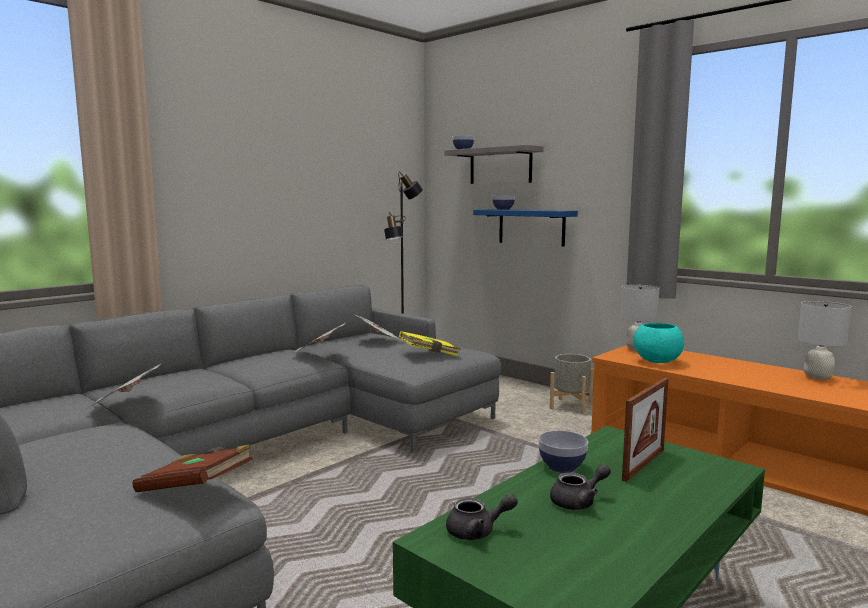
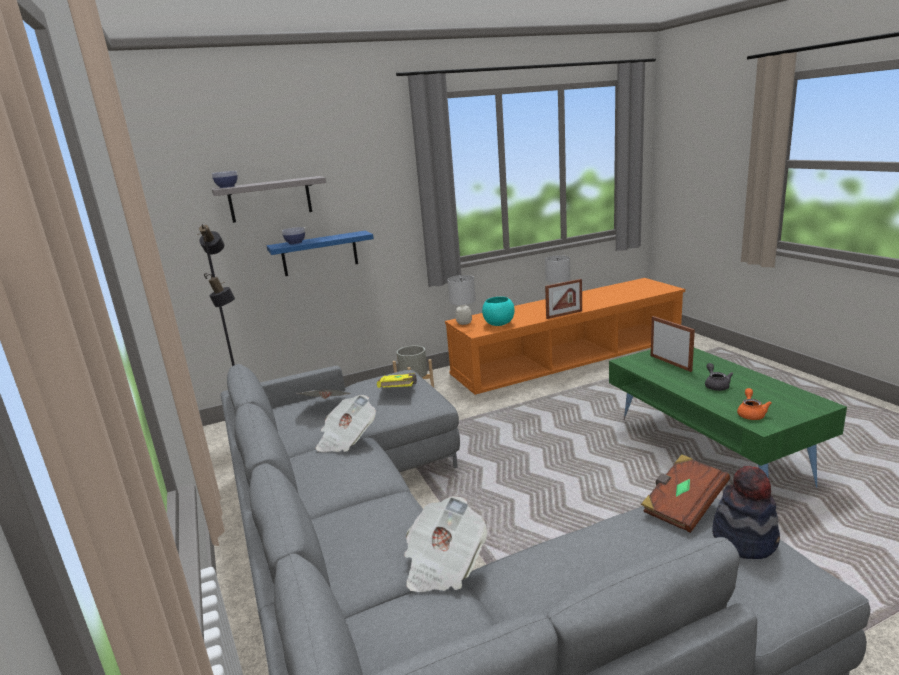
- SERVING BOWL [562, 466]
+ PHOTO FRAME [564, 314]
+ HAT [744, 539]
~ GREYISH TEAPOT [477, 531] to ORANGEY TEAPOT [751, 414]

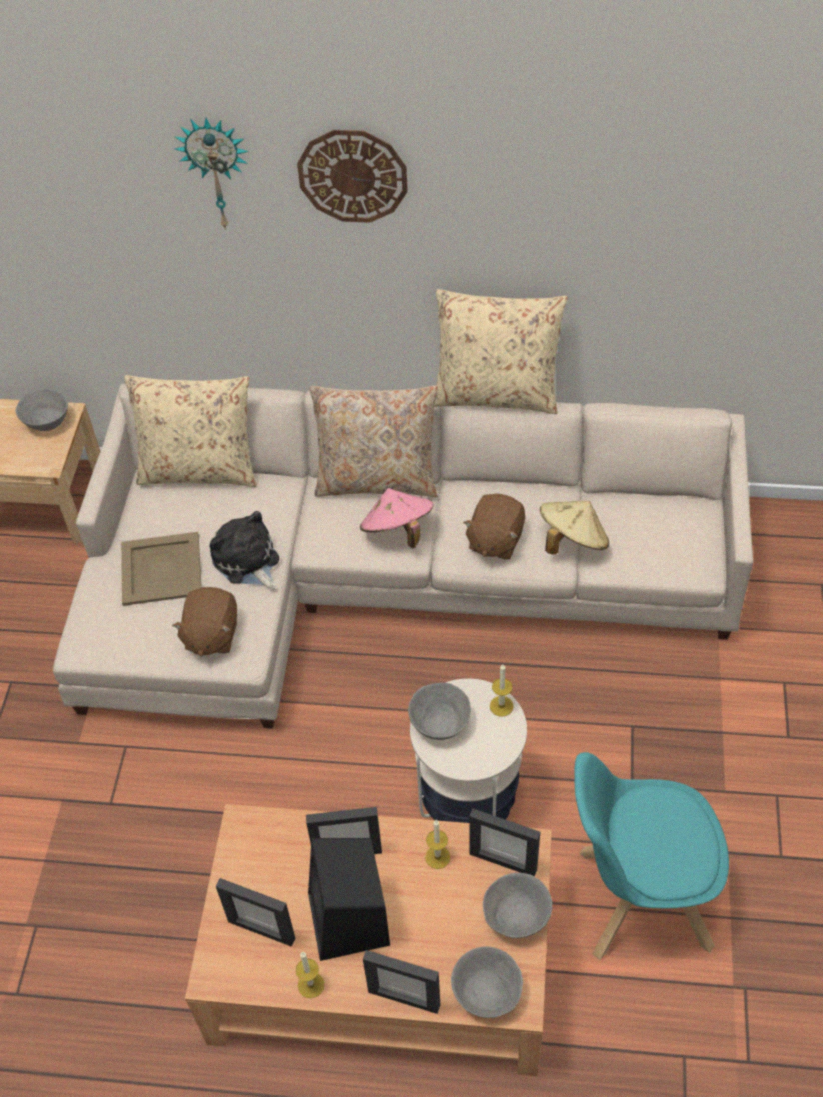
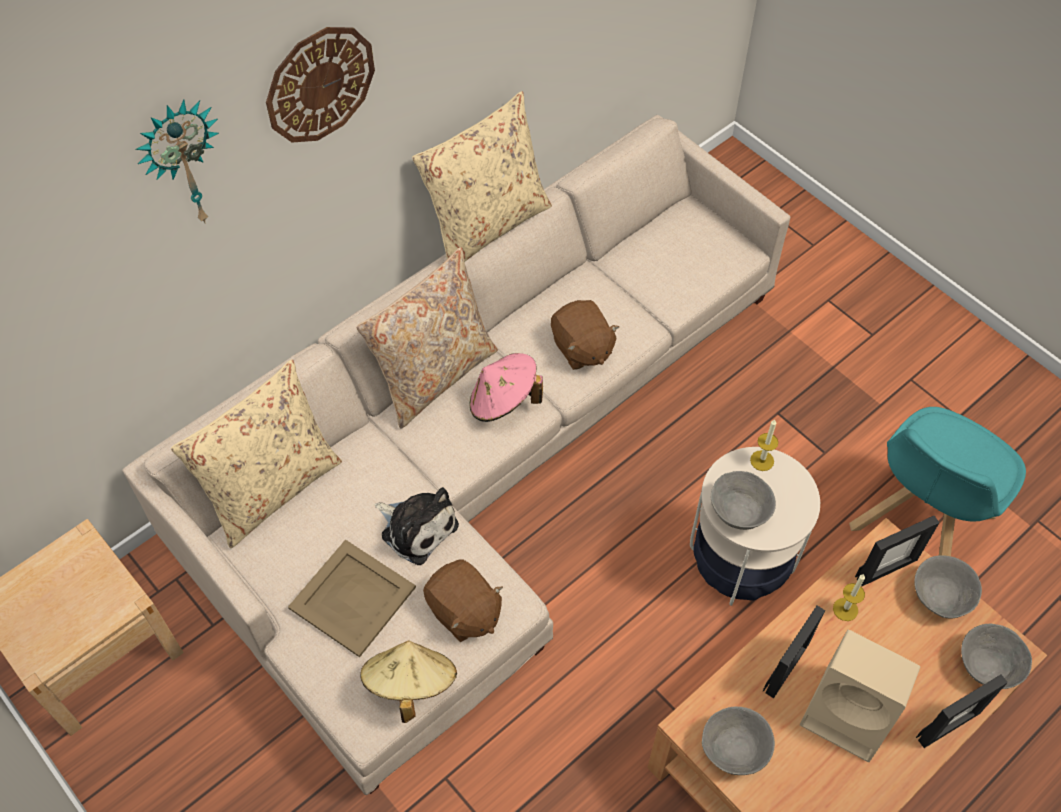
- PHOTO FRAME [262, 928]
- WAX CANDLE [311, 985]
~ GREYISH SERVING BOWL [47, 421] to [735, 748]
~ BEIGE HAT [572, 541] to [410, 685]
~ BLACK AUDIO SPEAKER [350, 921] to BEIGE AUDIO SPEAKER [850, 714]
~ SOFT TOY [247, 561] = [416, 527] 150 degrees counterclockwise

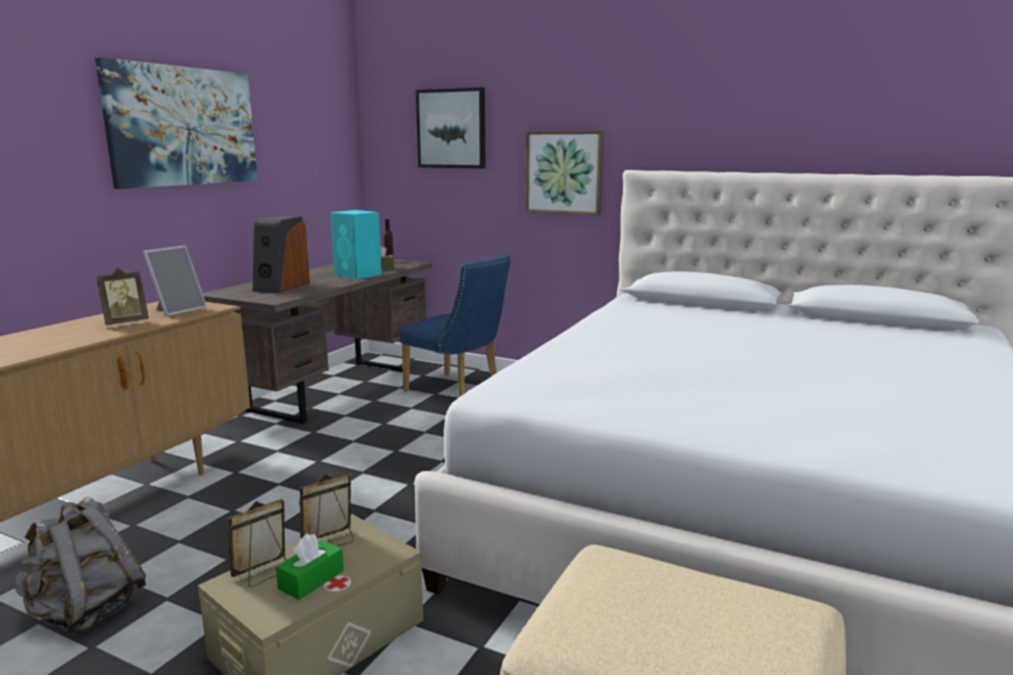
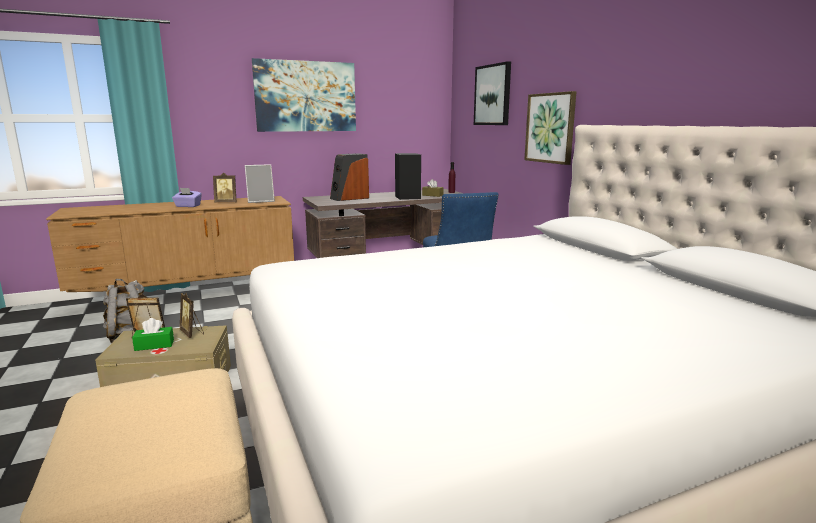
+ PURPLE BOX OF TISSUES [188, 206]
~ TURQUOISE-COLOURED AUDIO SPEAKER [358, 275] to BLACK AUDIO SPEAKER [408, 197]
~ PHOTO FRAME [330, 542] = [192, 333] 135 degrees counterclockwise

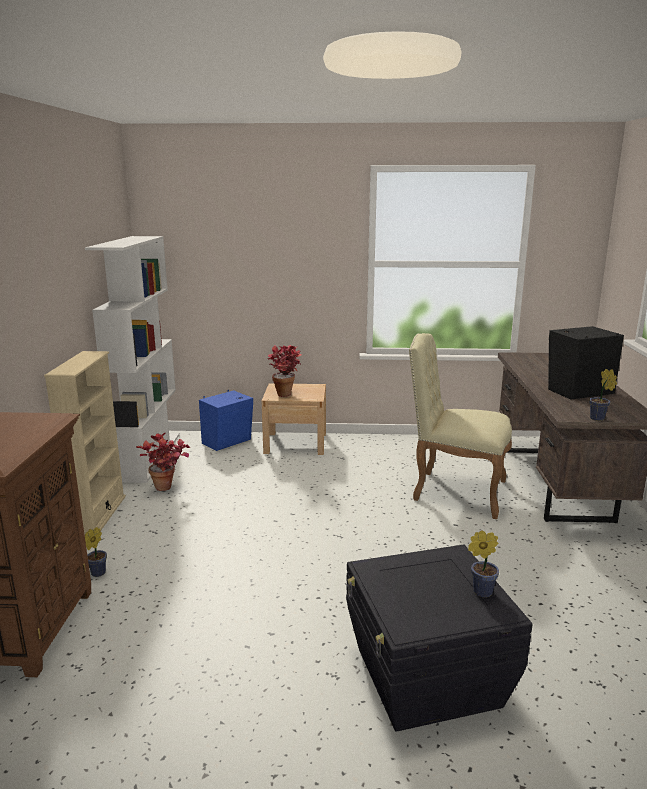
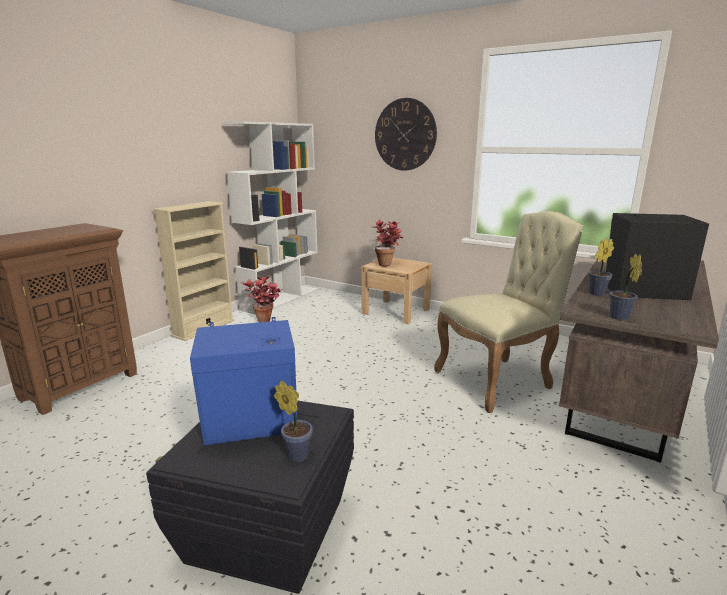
+ CLOCK ON THE WALL [405, 135]
~ PLANT IN A POT [96, 574] to [595, 294]
~ BLUE-COLOURED AUDIO SPEAKER [228, 442] to [253, 426]
~ BEIGE CHAIR [457, 491] = [496, 381] 105 degrees clockwise

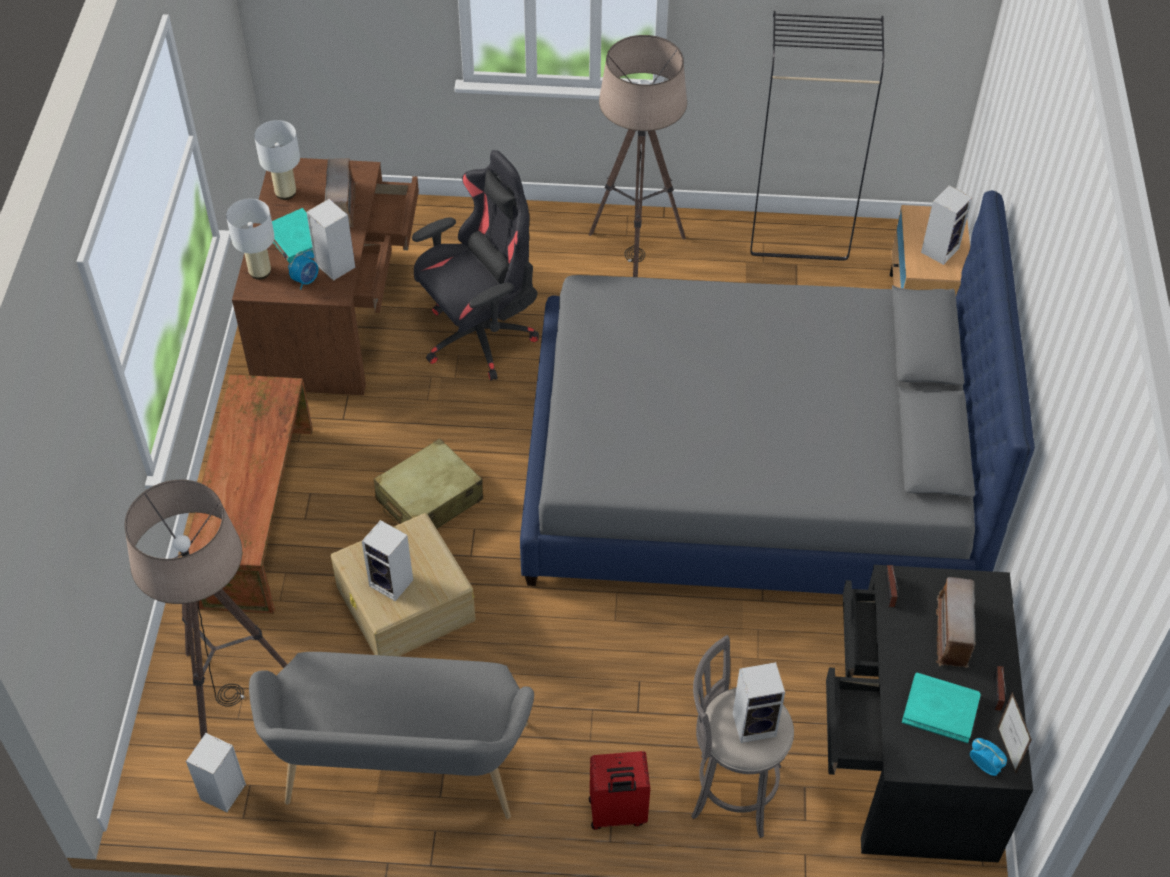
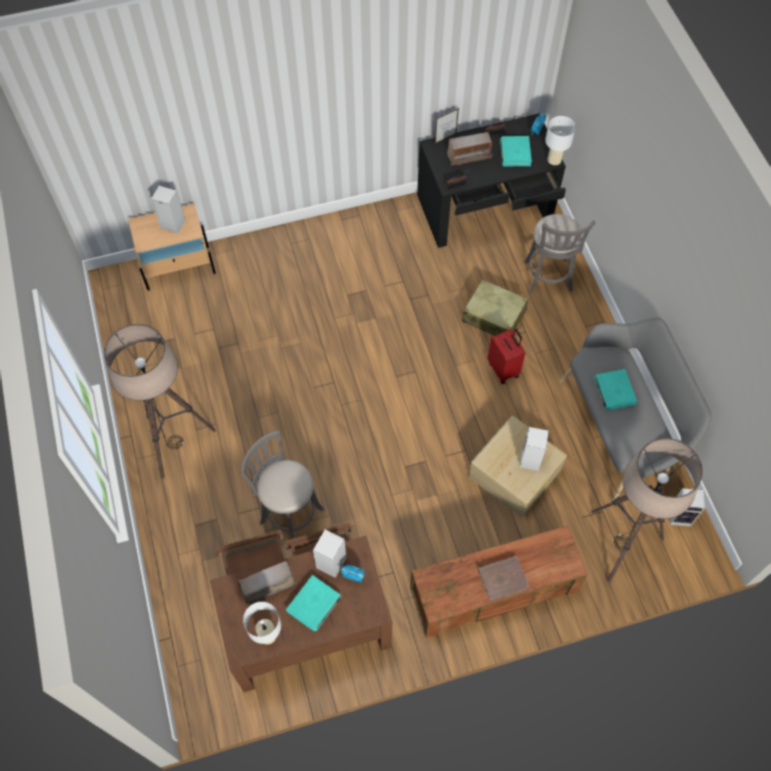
- GREYISH BEDROOM BED [751, 474]
- AUDIO SPEAKER [755, 723]
- BLACK CLOTHES RACK [799, 238]
+ BROWN-COLOURED BOOK [502, 578]
+ TURQUOISE-COLOURED BOOK [614, 391]
~ WHITISH LAMP FOR A TABLE [260, 272] to [554, 161]
~ BEIGE PIECE OF LUGGAGE [429, 500] to [494, 316]
~ RED-COLOURED PIECE OF LUGGAGE [617, 813] to [504, 369]
~ PHOTO FRAME [1006, 750] to [445, 138]
~ BLACK OFFICE CHAIR [478, 338] to GREYISH STOOL SEAT [289, 514]

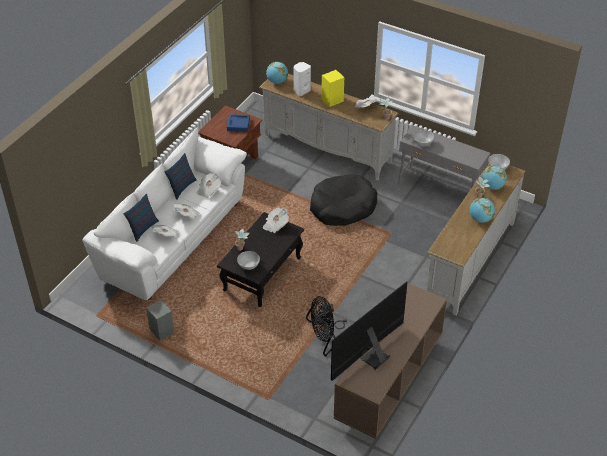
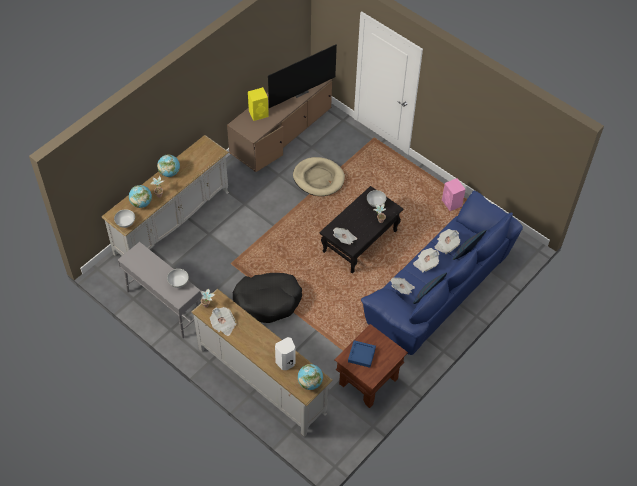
~ YELLOWISH AUDIO SPEAKER [332, 100] to [259, 113]
~ BLACK COOLING FAN [325, 335] to BEIGE DOG BED [318, 178]
~ WHITISH SOFA [173, 239] to BLUE-COLOURED SOFA [437, 292]
~ GREYISH AUDIO SPEAKER [161, 331] to PINK AUDIO SPEAKER [452, 204]

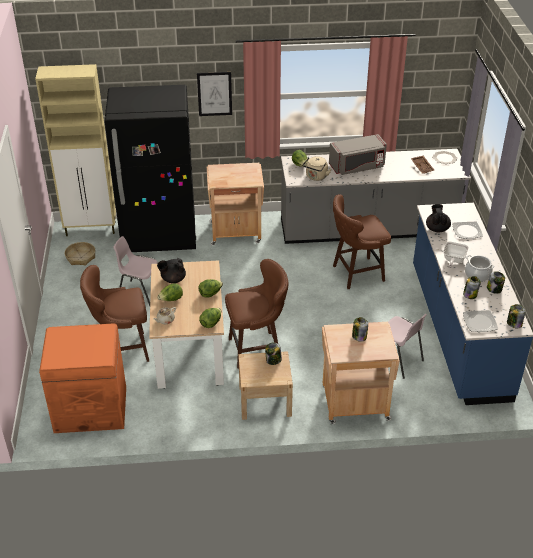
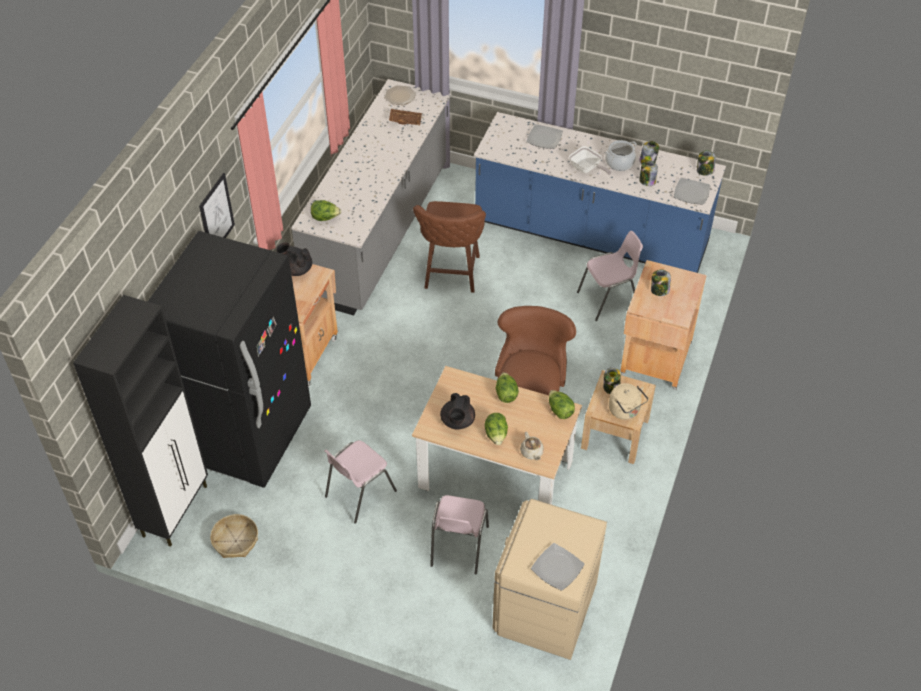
- GREYISH MICROWAVE OVEN [357, 167]
+ DINNER PLATE [558, 568]
~ BEIGE WATER KETTLE [316, 177] to [625, 411]
~ BLACK TEAPOT [437, 229] to [296, 269]
~ BROWN-COLOURED STOOL SEAT [121, 350] to PINK CHAIR [458, 546]
~ BEIGE CUPBOARD [91, 229] to BLACK CUPBOARD [176, 510]
~ ORANGEY LAUNDRY MACHINE [90, 406] to BEIGE LAUNDRY MACHINE [543, 608]

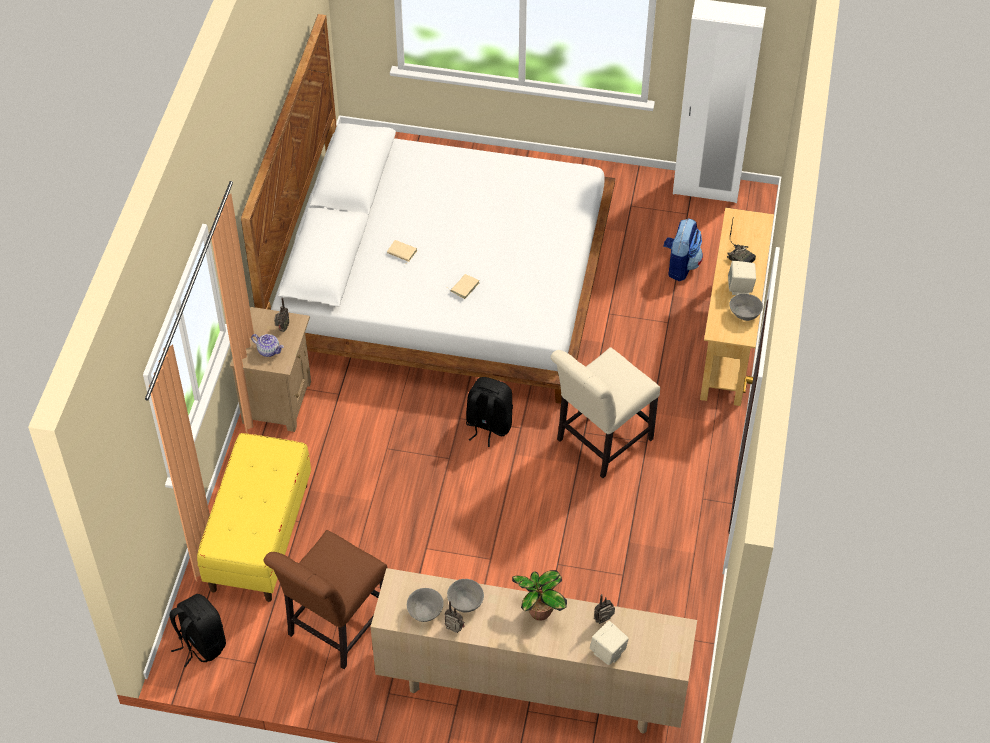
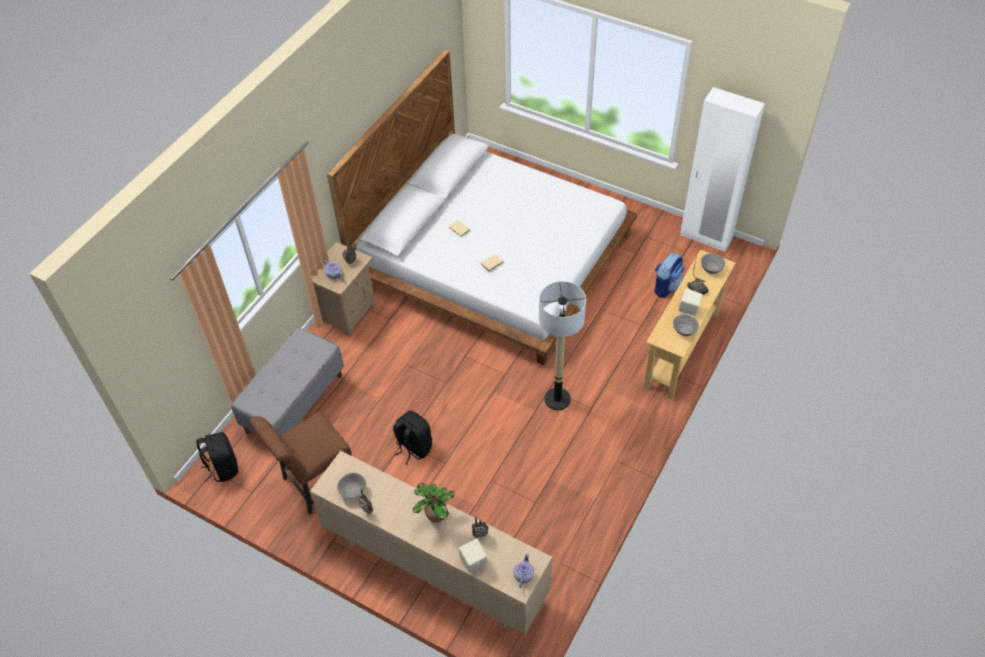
+ TEAPOT [523, 575]
~ GREYISH SERVING BOWL [466, 603] to [711, 269]
~ BLACK KNAPSACK [488, 425] to [413, 447]
~ BEIGE CHAIR [599, 442] to STANDING LAMP [557, 399]
~ YELLOWISH INDOOR BENCH [259, 536] to GREYISH INDOOR BENCH [294, 403]

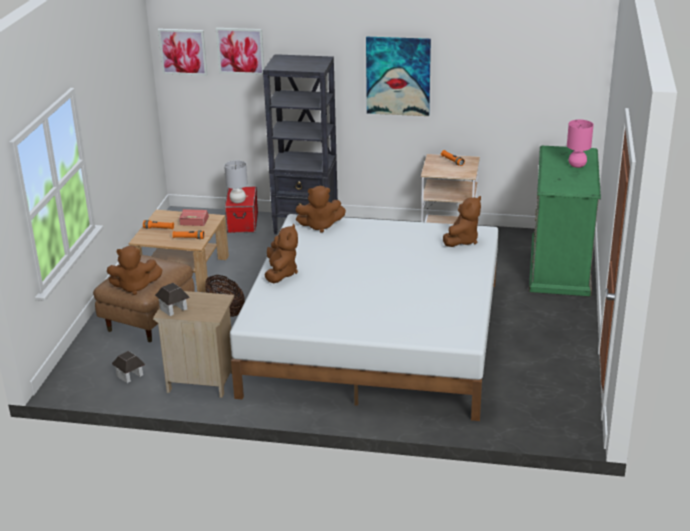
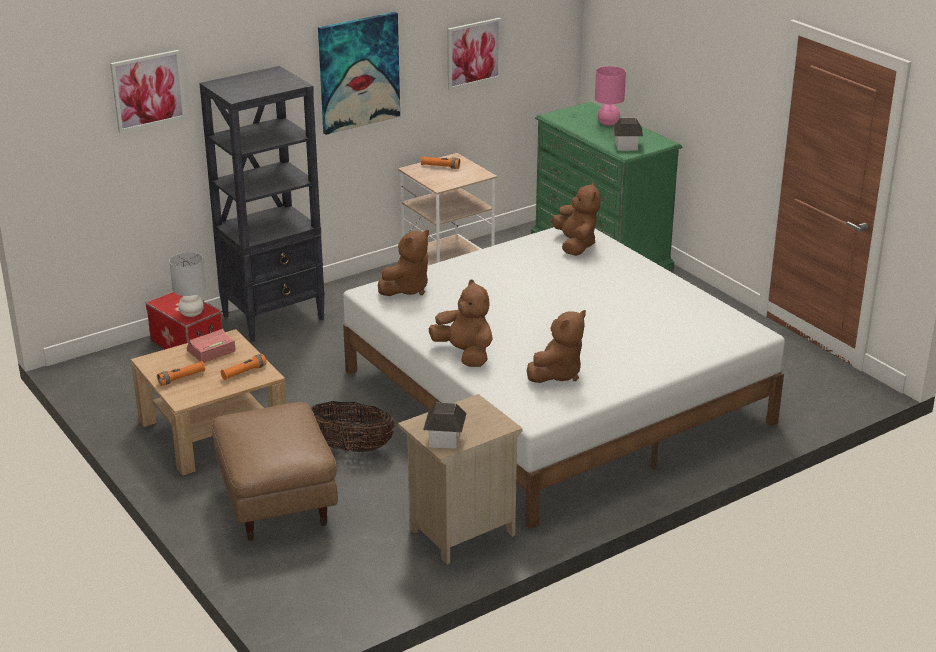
~ BROWN-COLOURED SOFT TOY [135, 287] to [557, 374]
~ MINIATURE HOUSE [130, 375] to [627, 146]
~ PICTURE [183, 52] to [473, 53]

